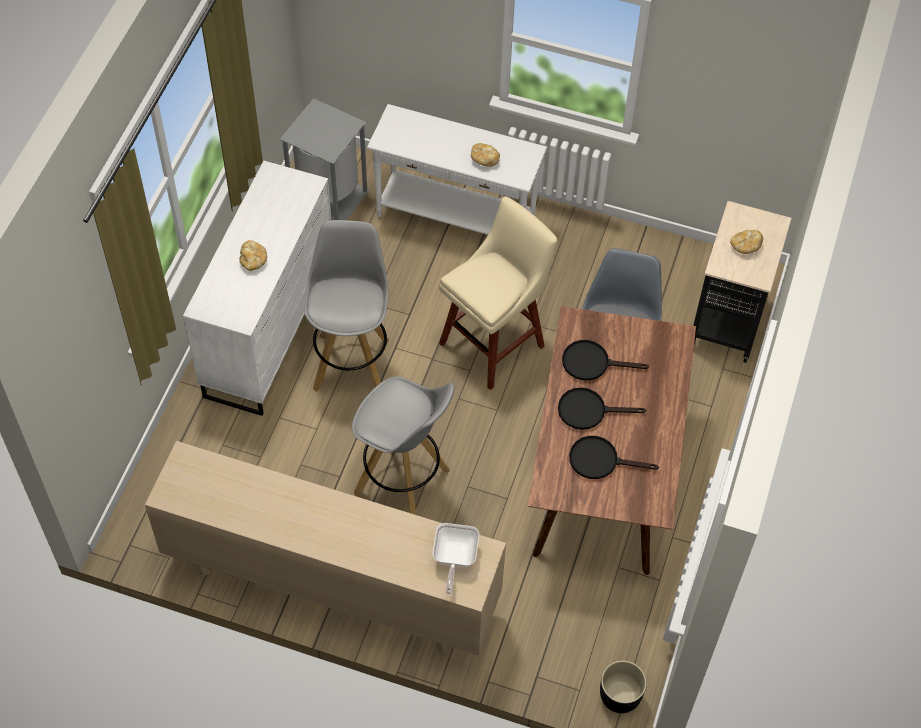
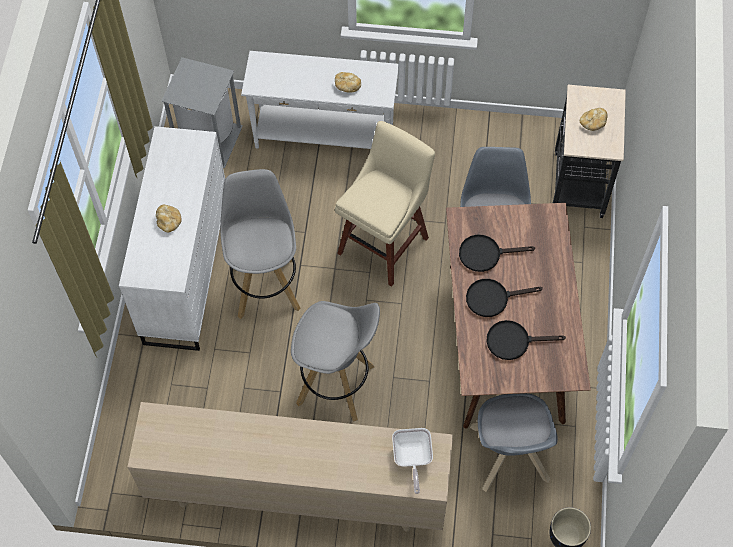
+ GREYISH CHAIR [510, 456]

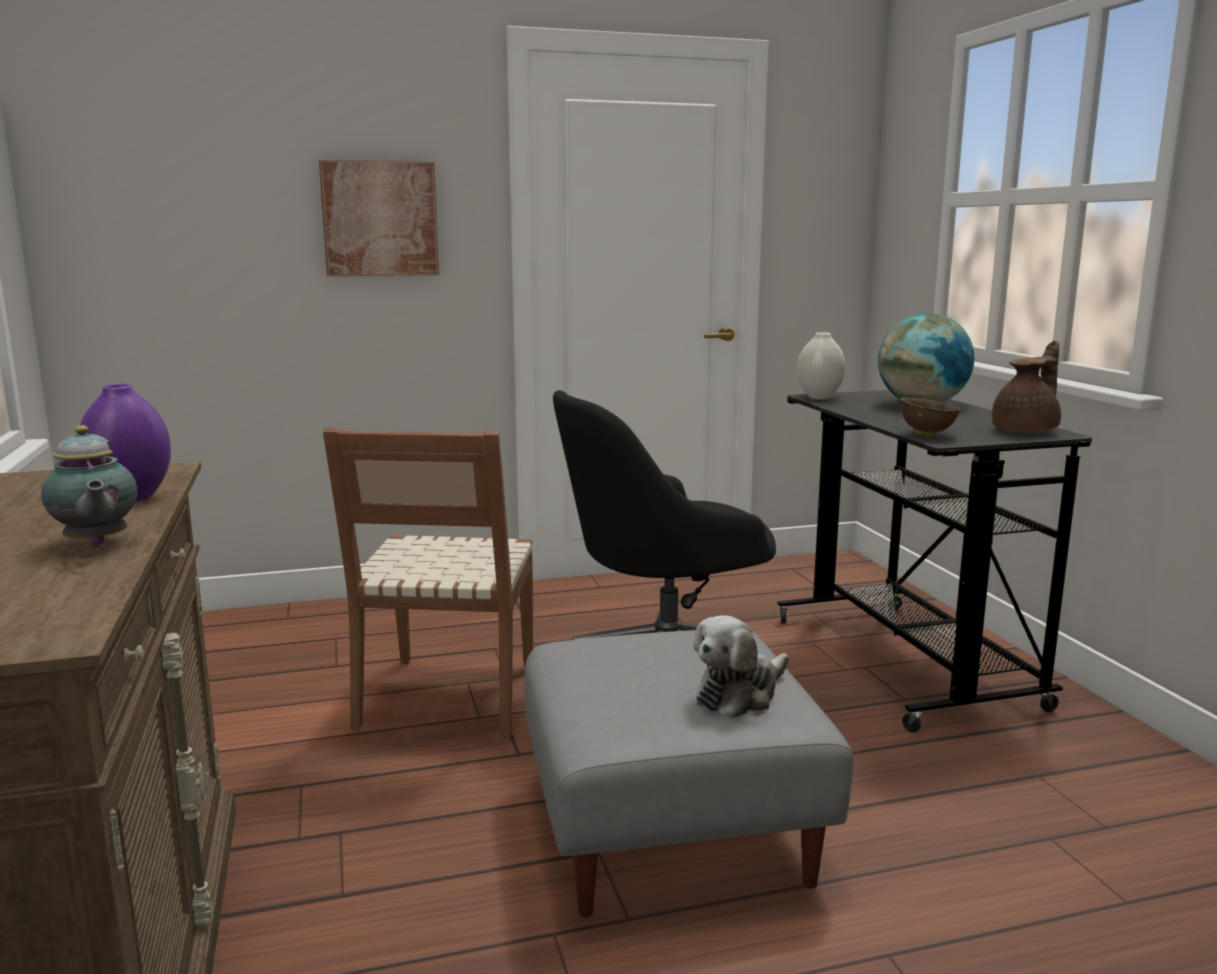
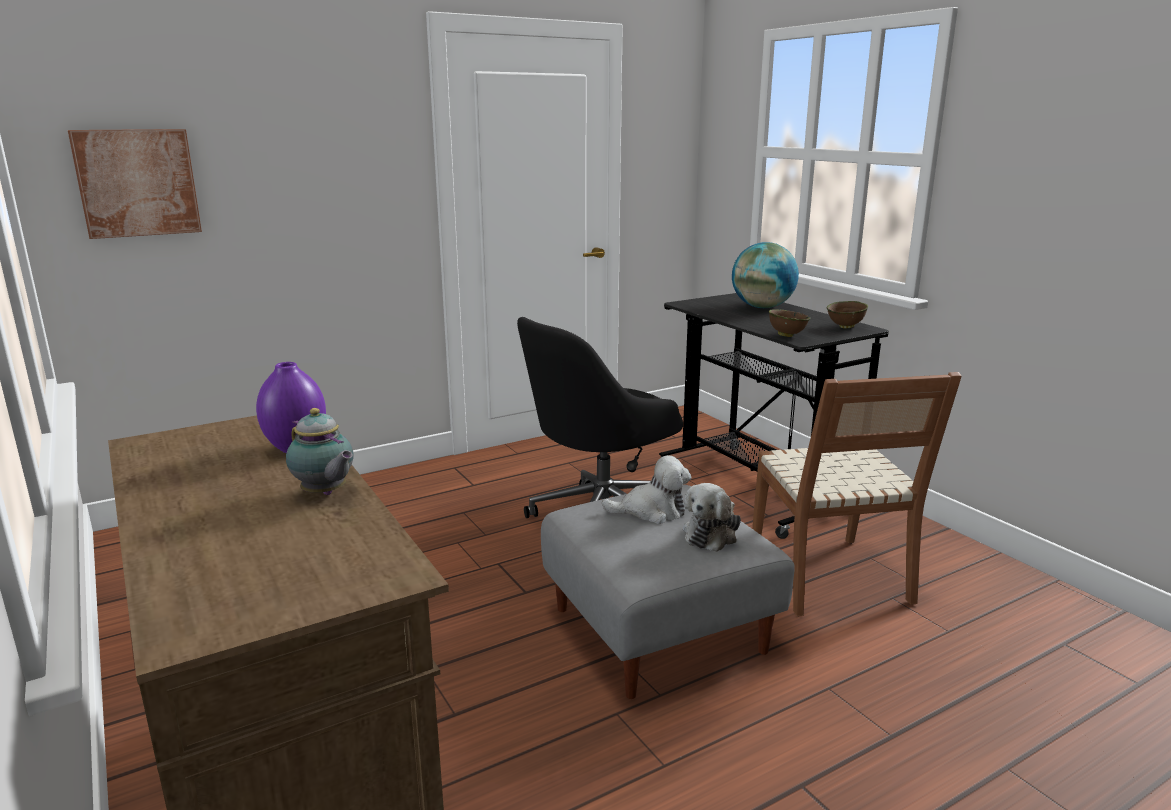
- WHITISH VASE [820, 398]
+ SOFT TOY [651, 511]
~ PICTURE [380, 219] to [137, 183]
~ CHAIR [446, 701] to [830, 580]
~ BROWN-COLOURED TEAPOT [1027, 430] to BROWN-COLOURED SERVING BOWL [846, 327]

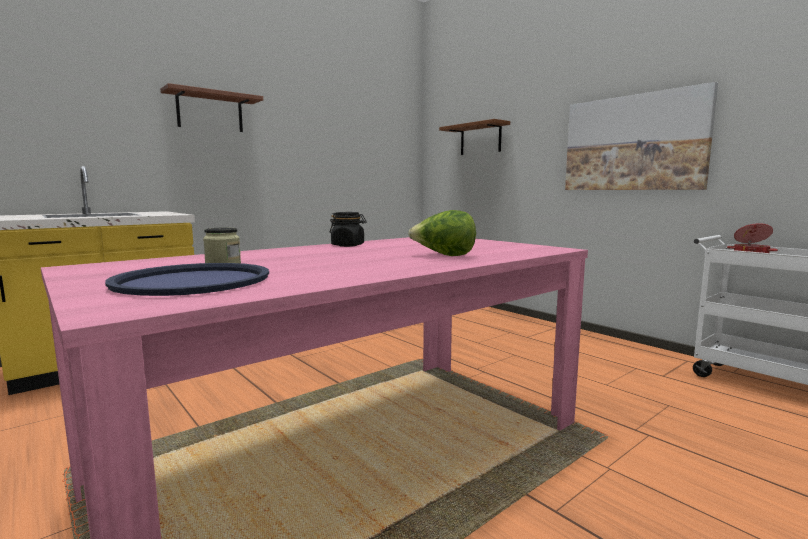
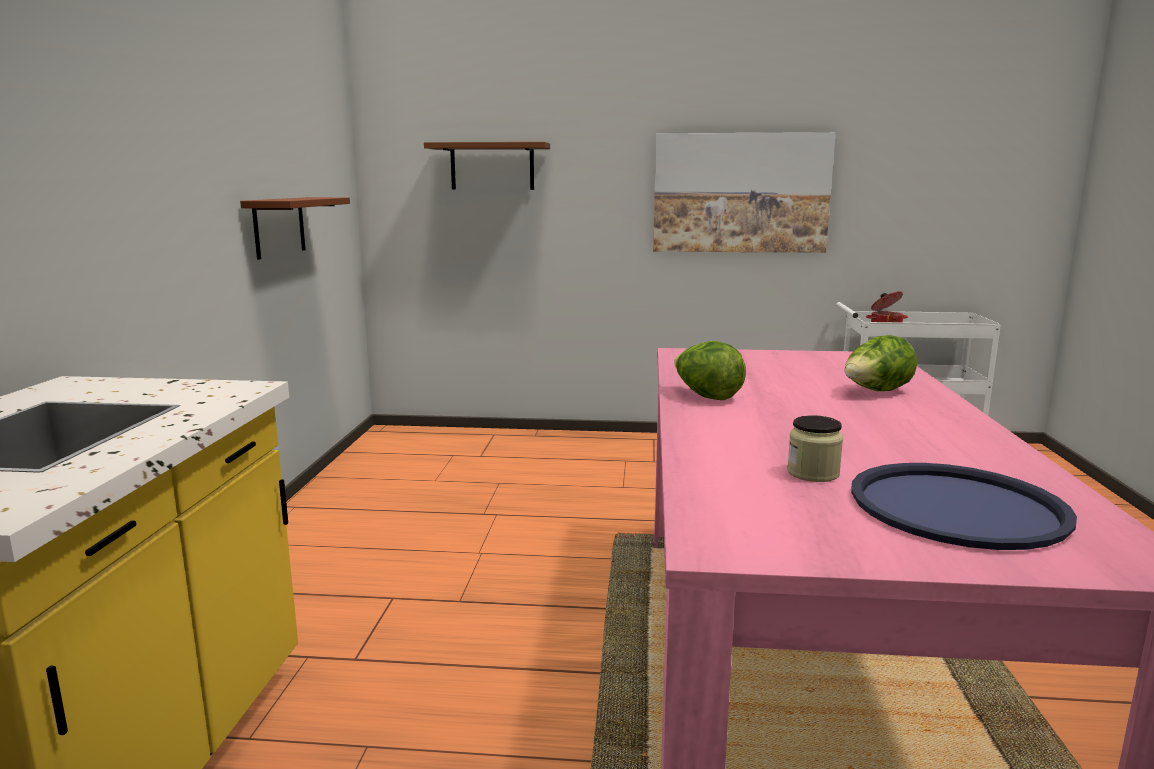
~ BROWN-COLOURED WALL SHELF [210, 112] to [279, 226]
~ BLACK PRESERVE JAR [348, 245] to LETTUCE HEAD [706, 396]

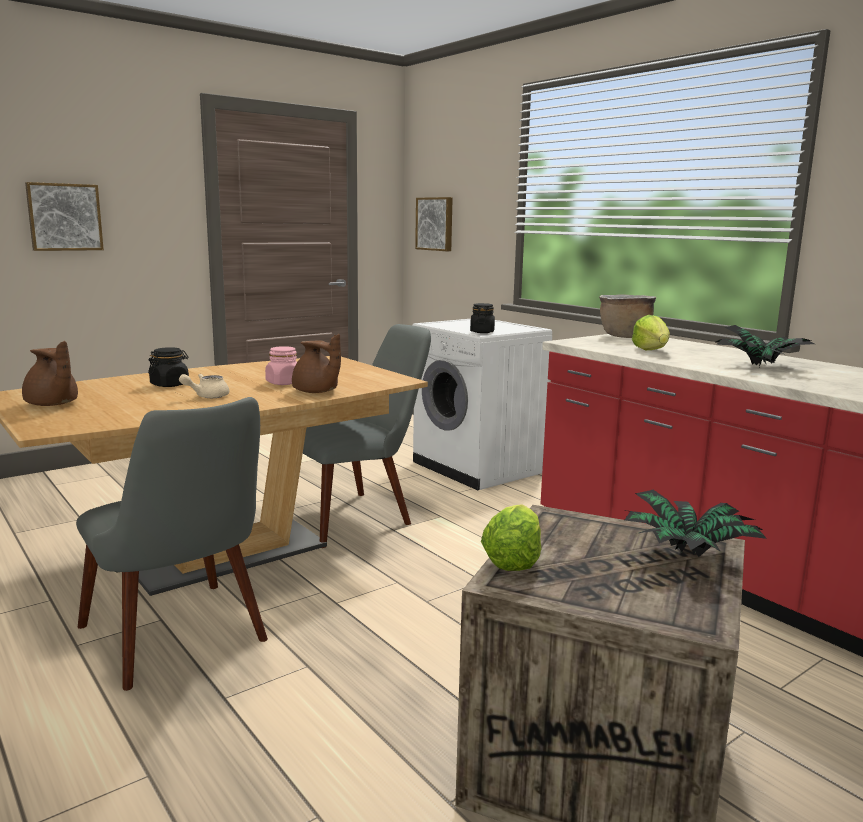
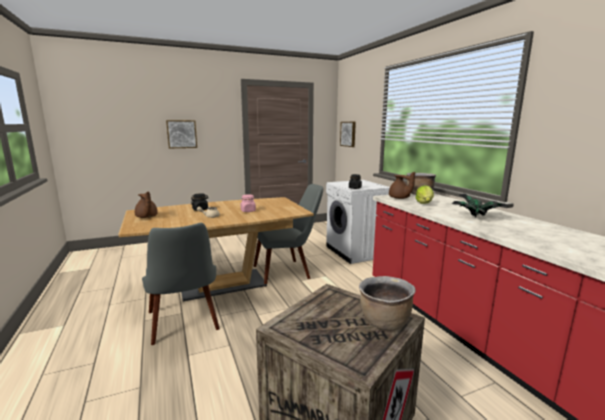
- LETTUCE HEAD [512, 561]
~ BROWN-COLOURED TEAPOT [316, 392] to [399, 198]
~ PLANT IN A POT [685, 554] to BROWN-COLOURED STOCKPOT [384, 322]

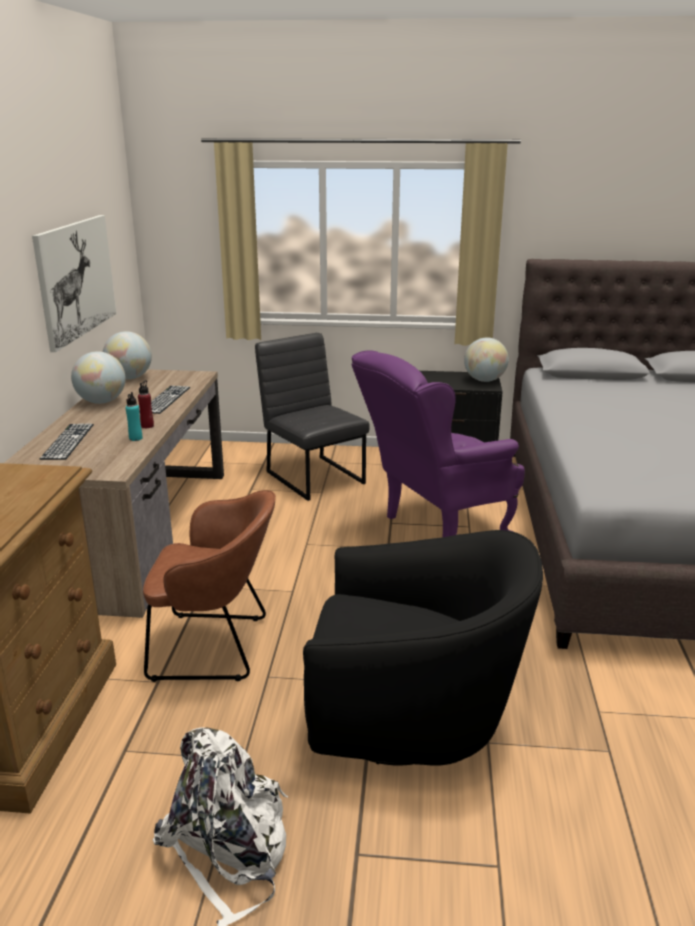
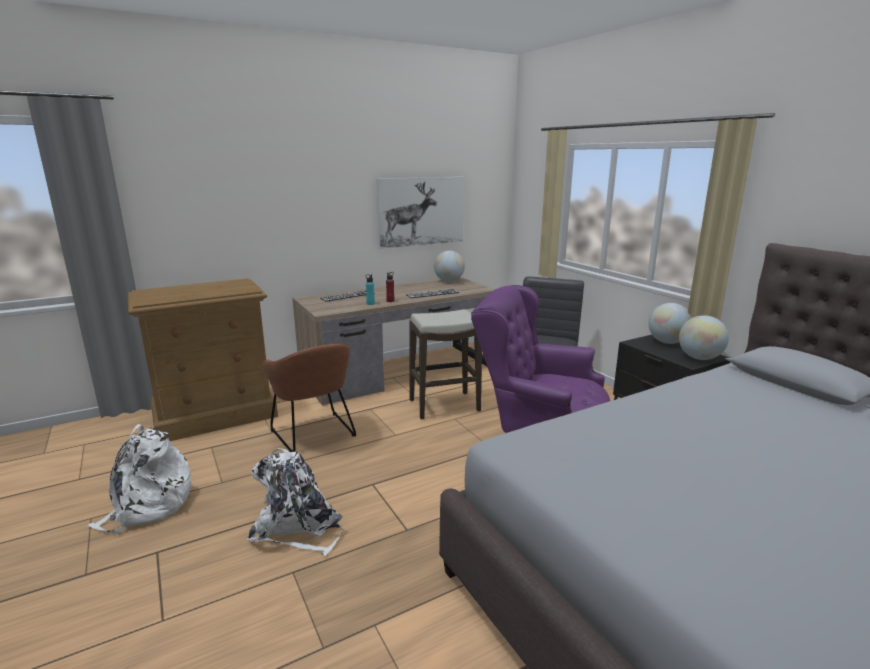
+ STOOL SEAT [444, 405]
~ GLOBE [102, 402] to [667, 342]
~ BLACK ARMCHAIR [412, 717] to WHITISH KNAPSACK [298, 527]

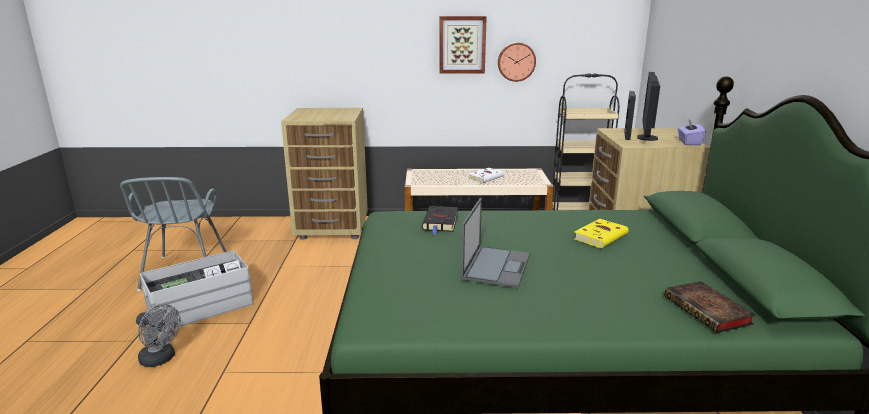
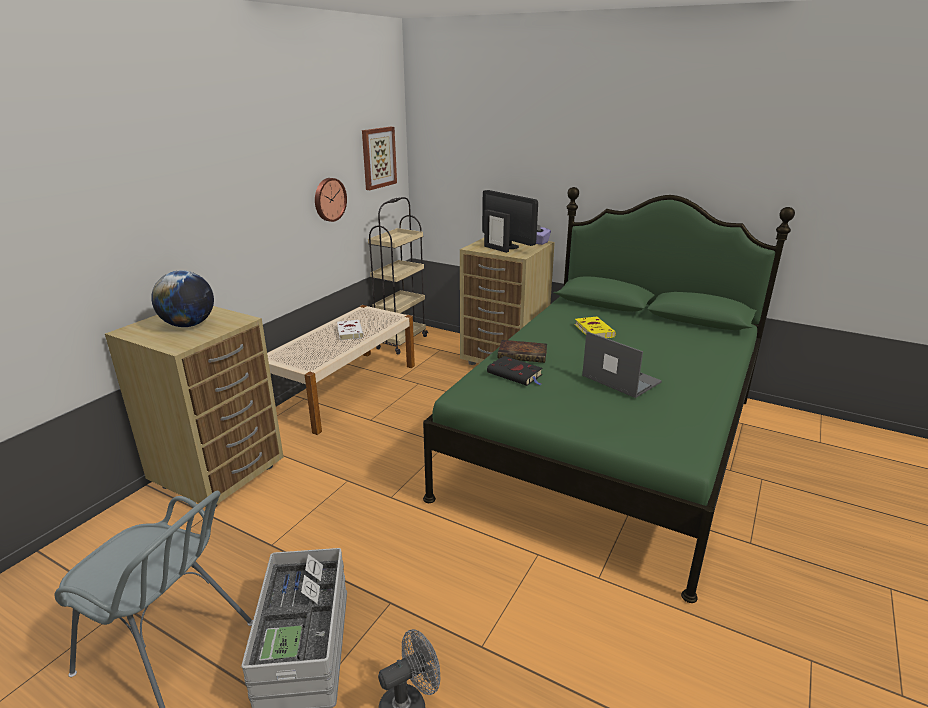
+ GLOBE [189, 325]
~ PICTURE [462, 45] to [378, 157]
~ BOOK [709, 311] to [523, 354]

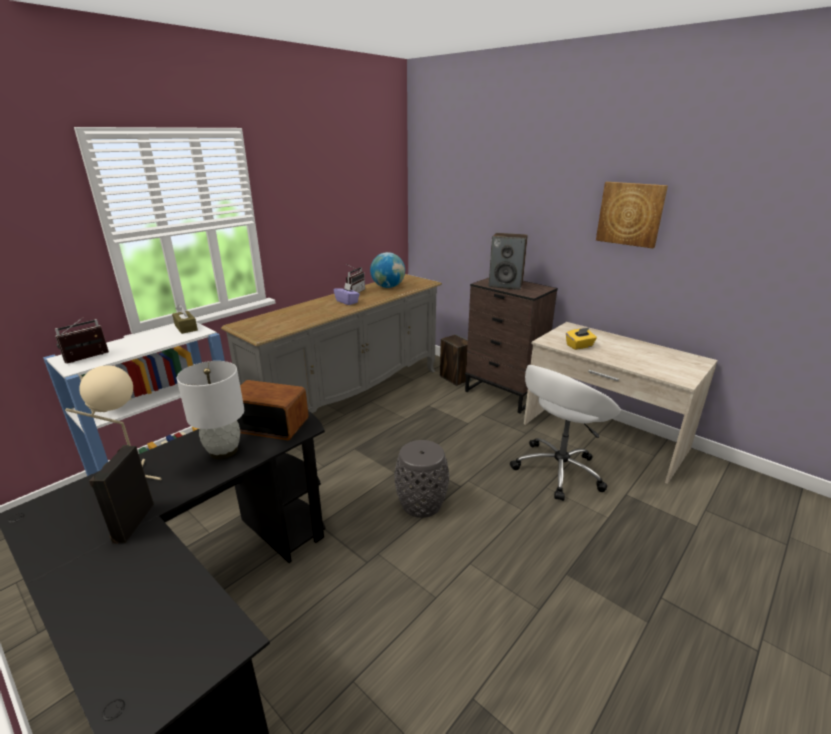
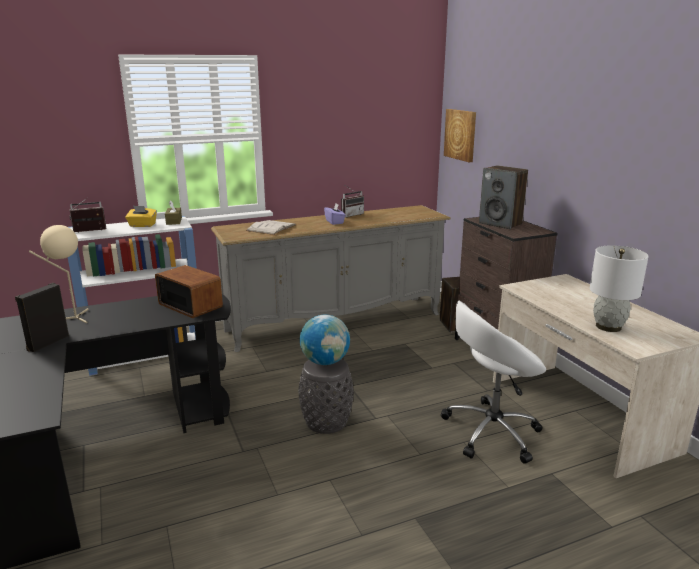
+ WHITISH BOOK [271, 228]
~ WHITISH LAMP FOR A TABLE [224, 451] to [608, 327]
~ GLOBE [388, 287] to [325, 362]
~ YELLOWISH BOX OF TISSUES [579, 346] to [142, 225]
~ PICTURE [630, 214] to [460, 134]

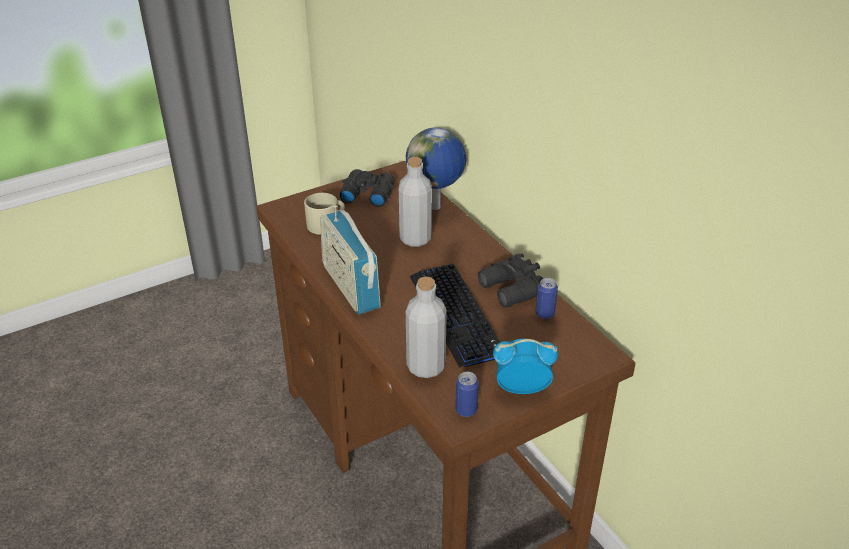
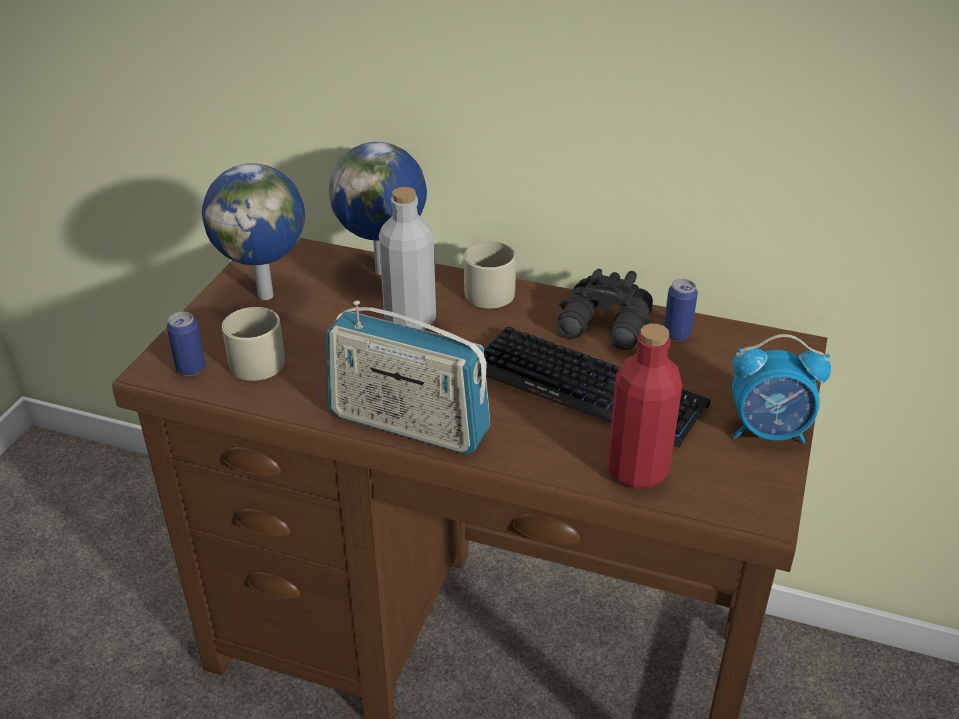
+ BEIGE MUG [492, 290]
~ CAN [466, 410] to [191, 368]
~ BLACK BINOCULARS [367, 194] to GLOBE [267, 294]
~ GREYISH BEVERAGE BOTTLE [426, 366] to RED-COLOURED BEVERAGE BOTTLE [637, 470]
~ TABLE CLOCK [521, 388] = [769, 431] 135 degrees counterclockwise

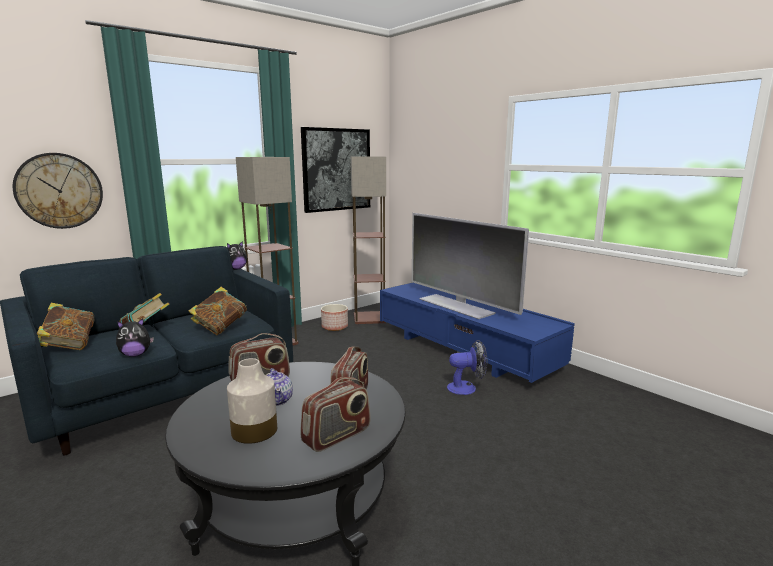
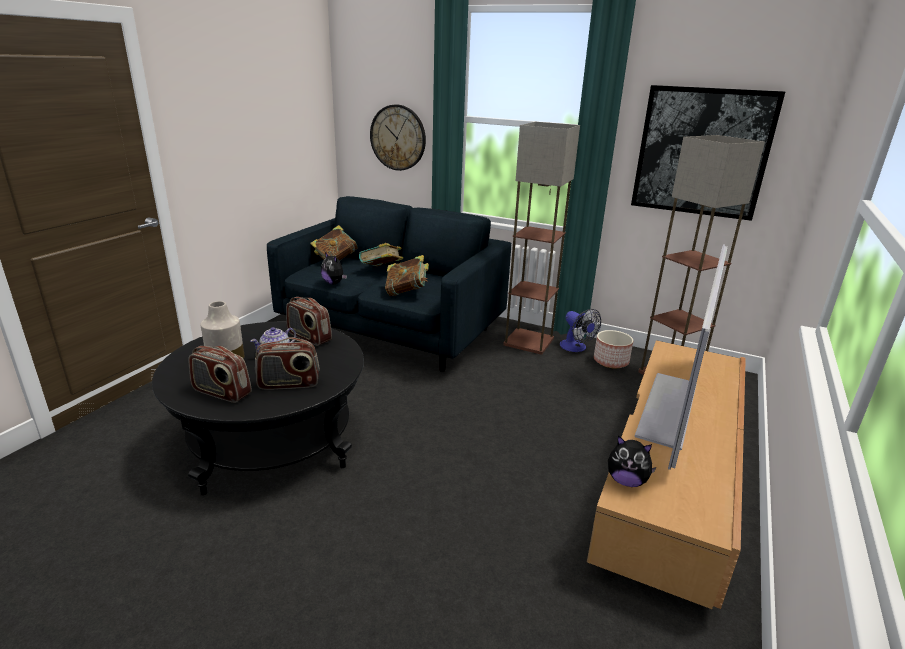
~ SOFT TOY [236, 269] to [626, 481]
~ COOLING FAN [467, 388] to [576, 348]
~ BLUE-COLOURED TV STAND [465, 349] to BROWN-COLOURED TV STAND [672, 480]

